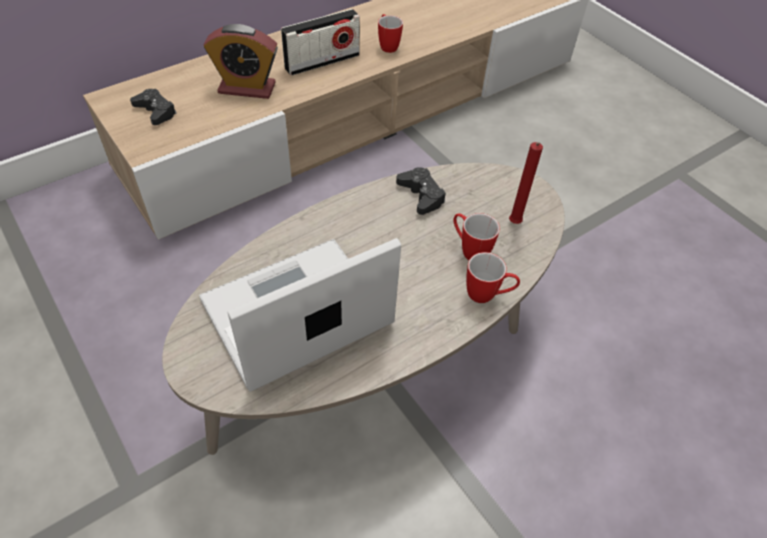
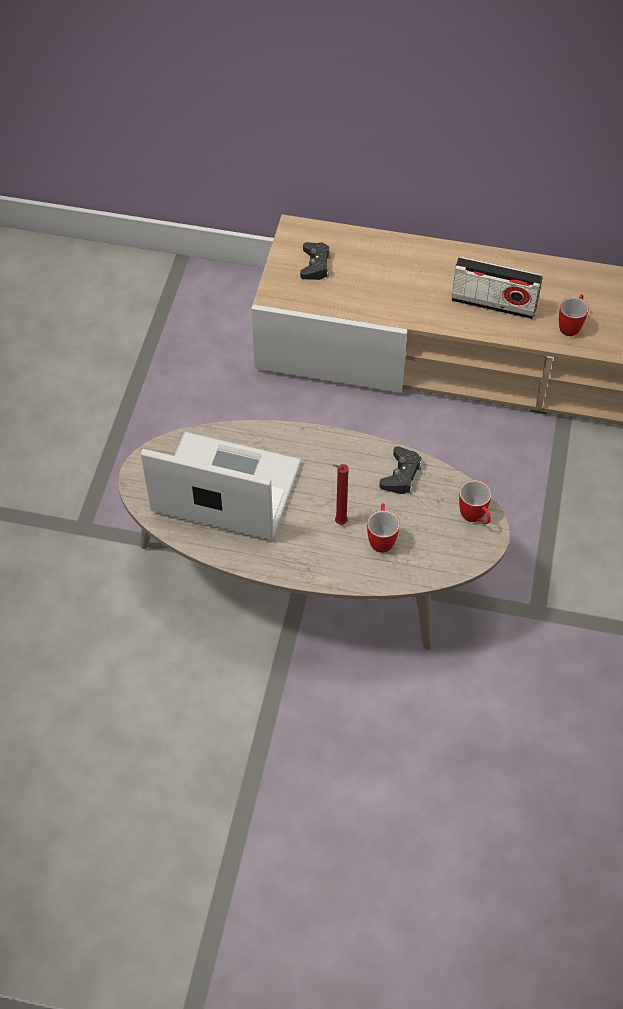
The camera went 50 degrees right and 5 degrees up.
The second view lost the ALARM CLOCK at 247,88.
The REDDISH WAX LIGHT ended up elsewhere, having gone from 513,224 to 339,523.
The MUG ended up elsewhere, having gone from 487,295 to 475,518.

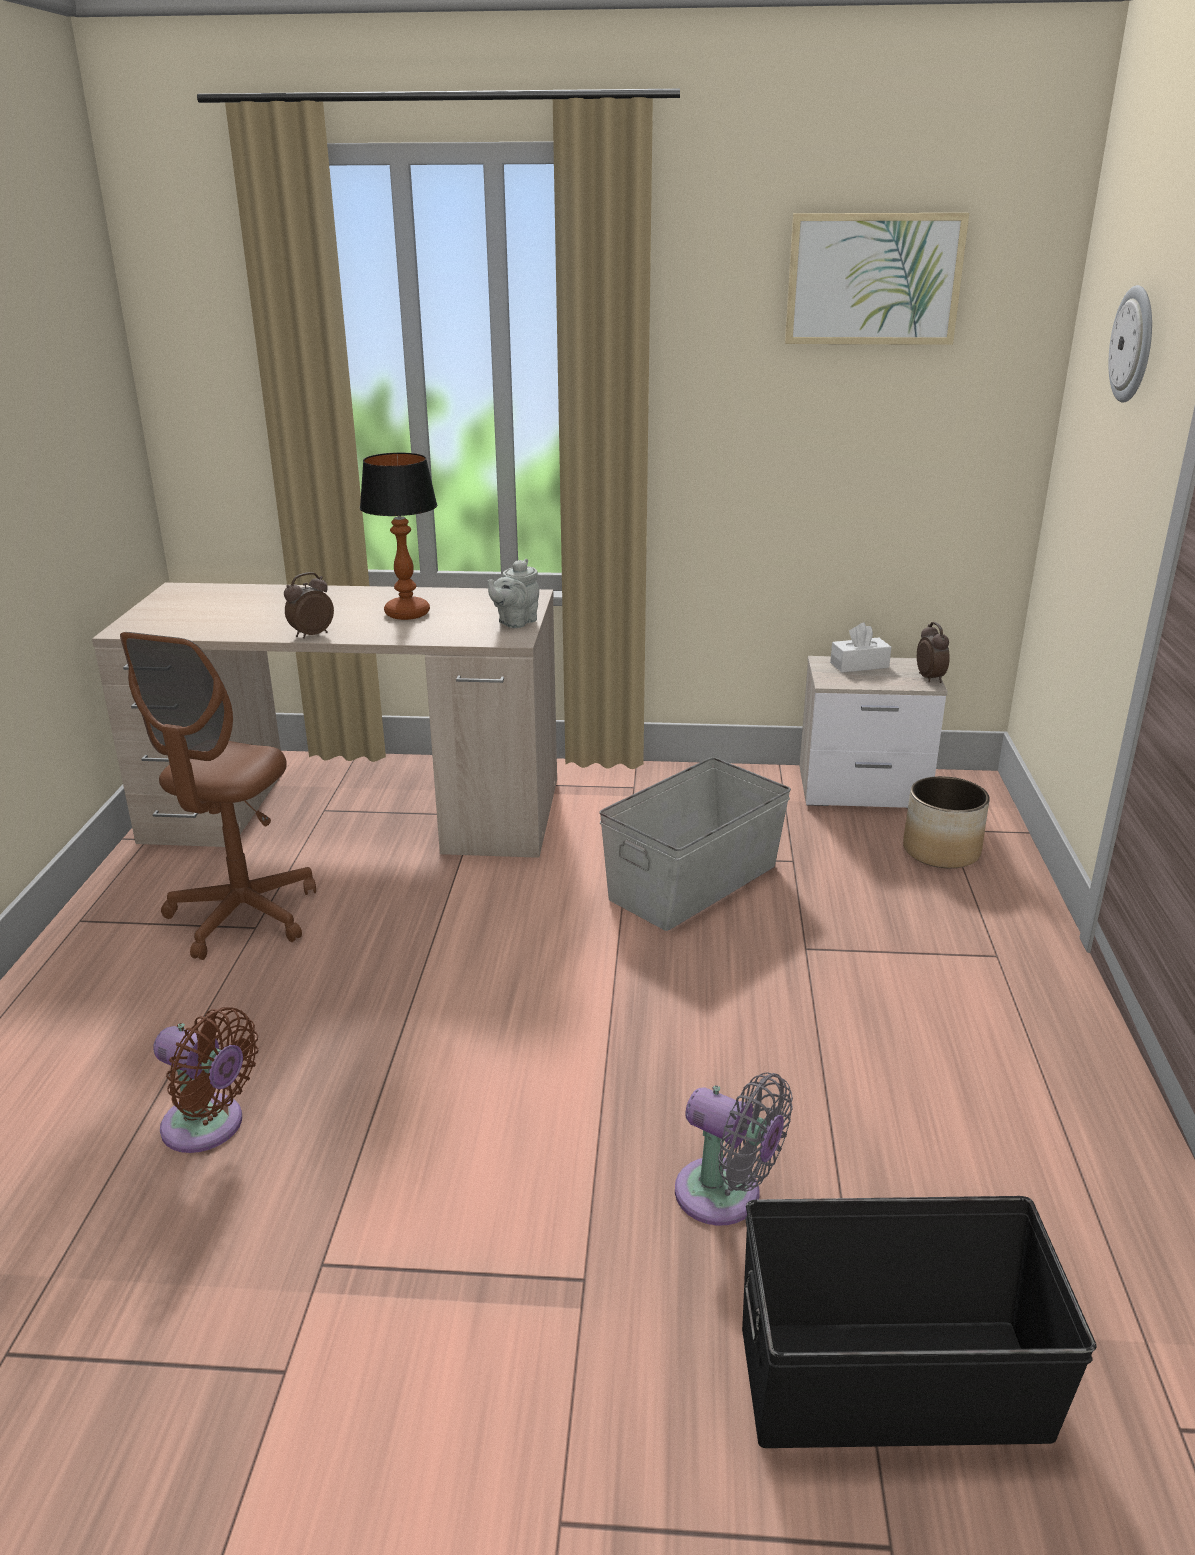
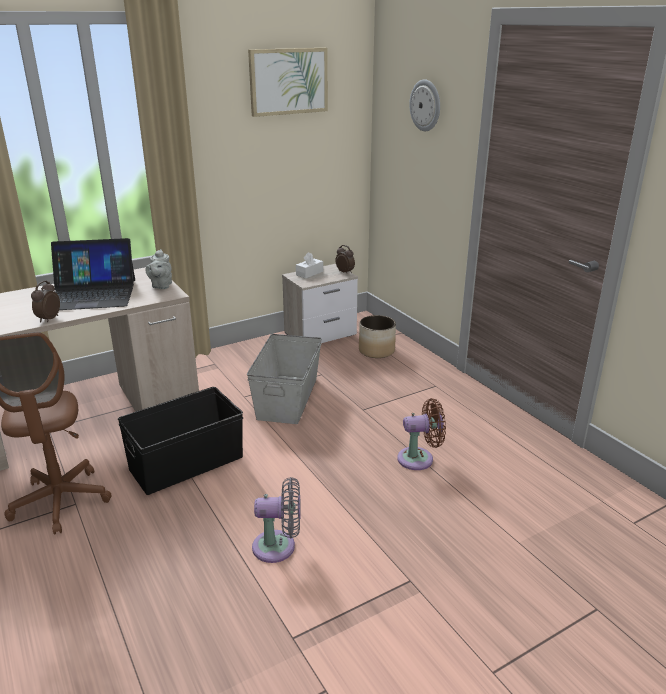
The camera went 35 degrees left and 0 degrees up.
Where the LAMP FOR A TABLE stood at 408,613, the NOTEBOOK COMPUTER came to stand at 92,294.
The BROWNISH FAN ended up elsewhere, having gone from 209,1127 to 419,459.
The GREYISH FAN ended up elsewhere, having gone from 726,1196 to 279,547.
The BLACK STORAGE BIN ended up elsewhere, having gone from 893,1383 to 187,463.

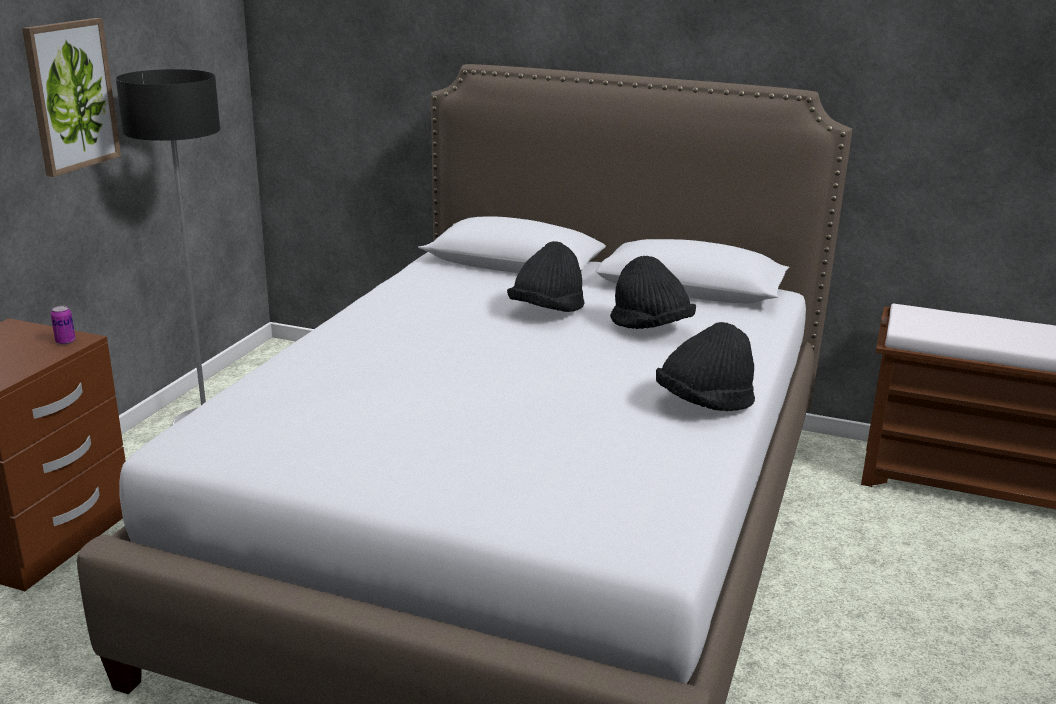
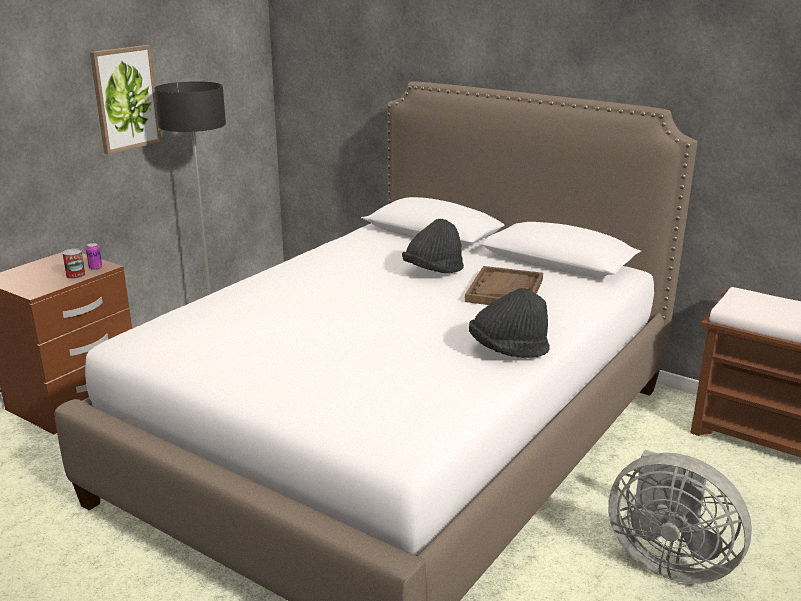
The camera went 15 degrees right and 0 degrees up.
Where the BLACK HAT stood at 650,328, the BROWNISH SERVING TRAY came to stand at 504,290.
The second view gained the CAN at 75,275.
The second view gained the GREYISH FAN at 668,560.

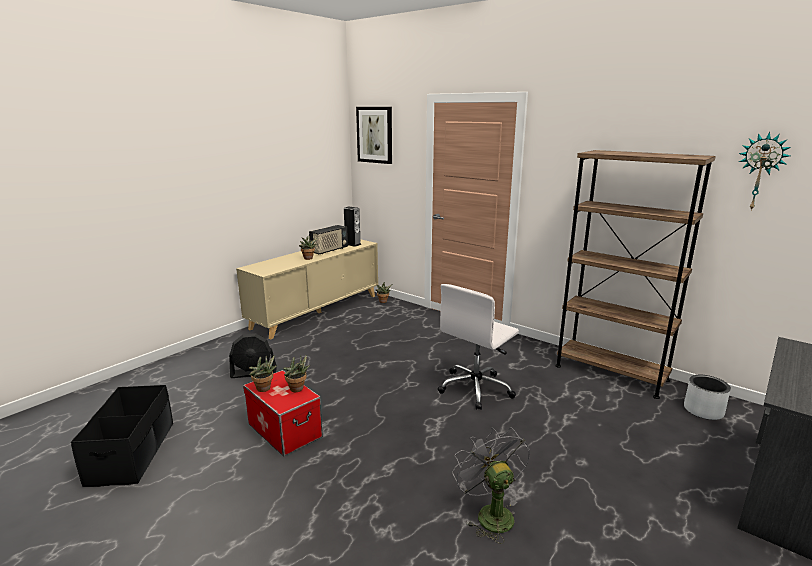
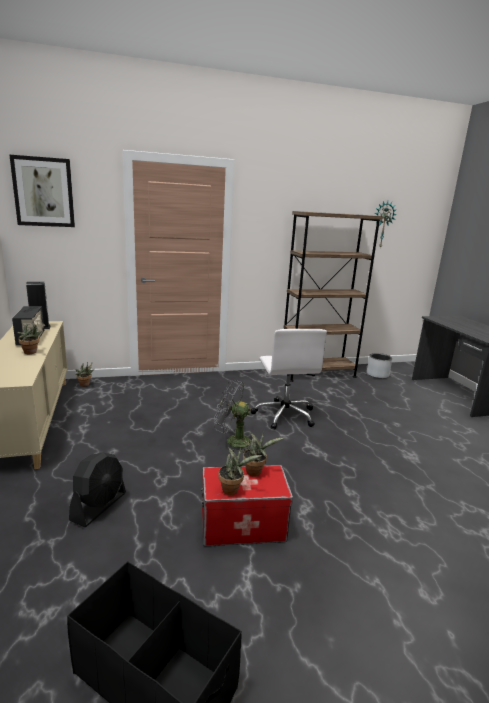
The camera went 55 degrees left and 0 degrees up.
The GREYISH FAN ended up elsewhere, having gone from 489,513 to 233,441.

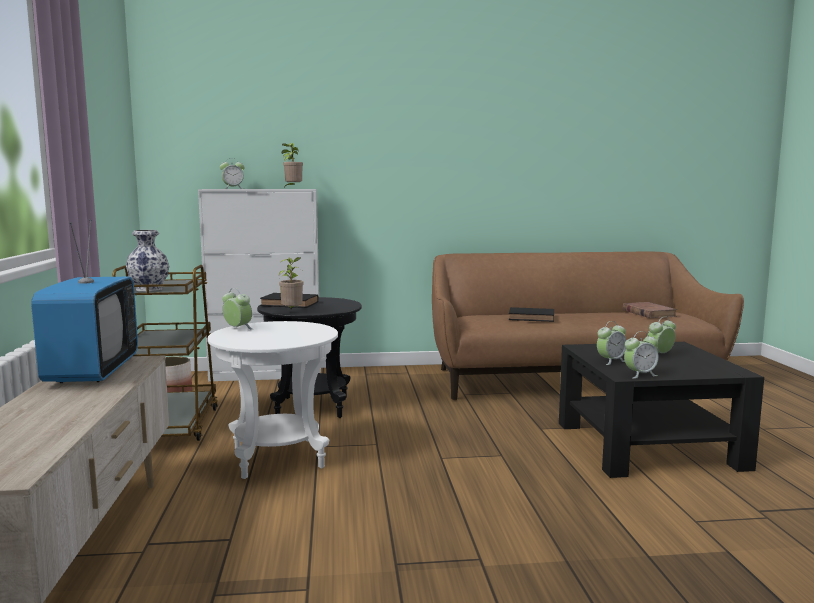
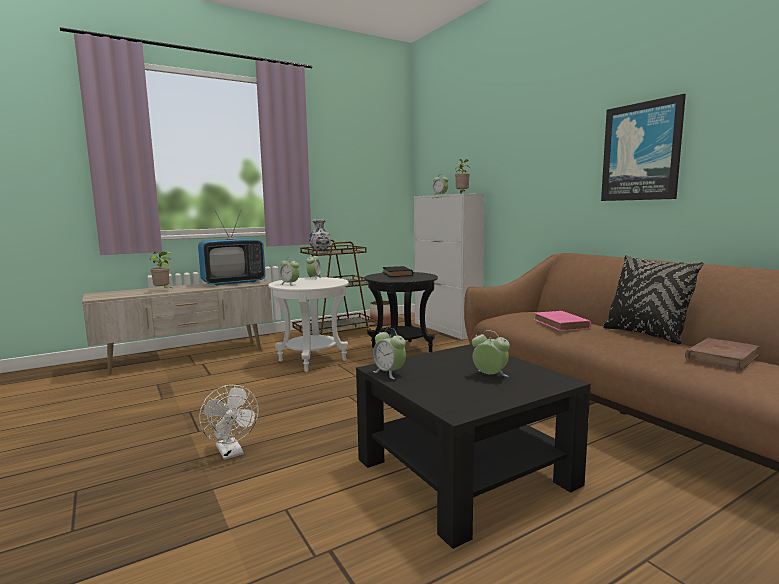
The camera went 65 degrees right and 0 degrees up.
The HOUSEPLANT ended up elsewhere, having gone from 292,312 to 163,290.
What was the BLACK BOOK at 533,318 turned into the PINK-COLOURED BOOK at 562,324.
The ALARM CLOCK ended up elsewhere, having gone from 610,361 to 290,284.
The second view gained the PICTURE at 641,152.
The second view gained the BLACK PILLOW at 645,334.
The second view gained the WHITISH FAN at 231,453.

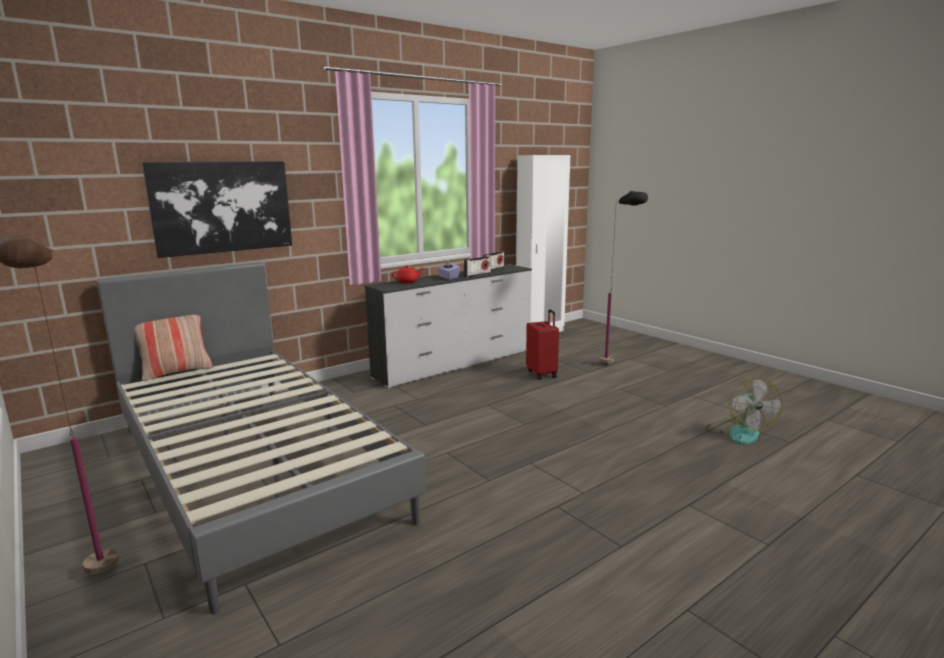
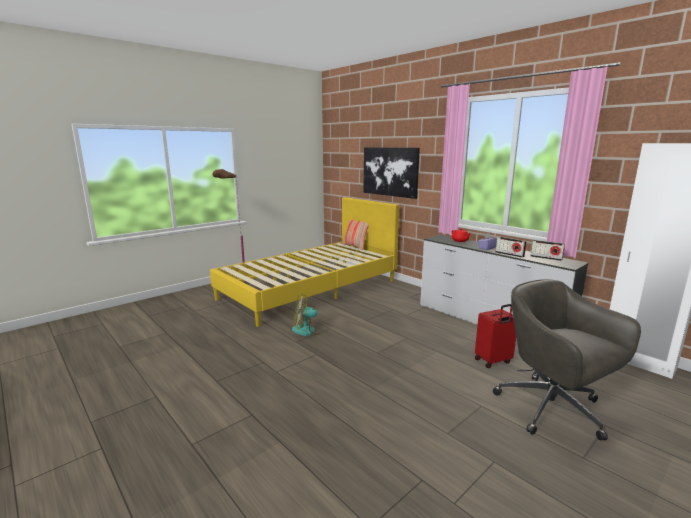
The camera went 85 degrees right and 0 degrees up.
Where the BLACK STANDING LAMP stood at 616,368, the GREYISH OFFICE CHAIR came to stand at 553,410.
What was the GREYISH BEDROOM BED at 252,469 turned into the YELLOW BEDROOM BED at 310,289.
The FAN ended up elsewhere, having gone from 739,432 to 309,330.

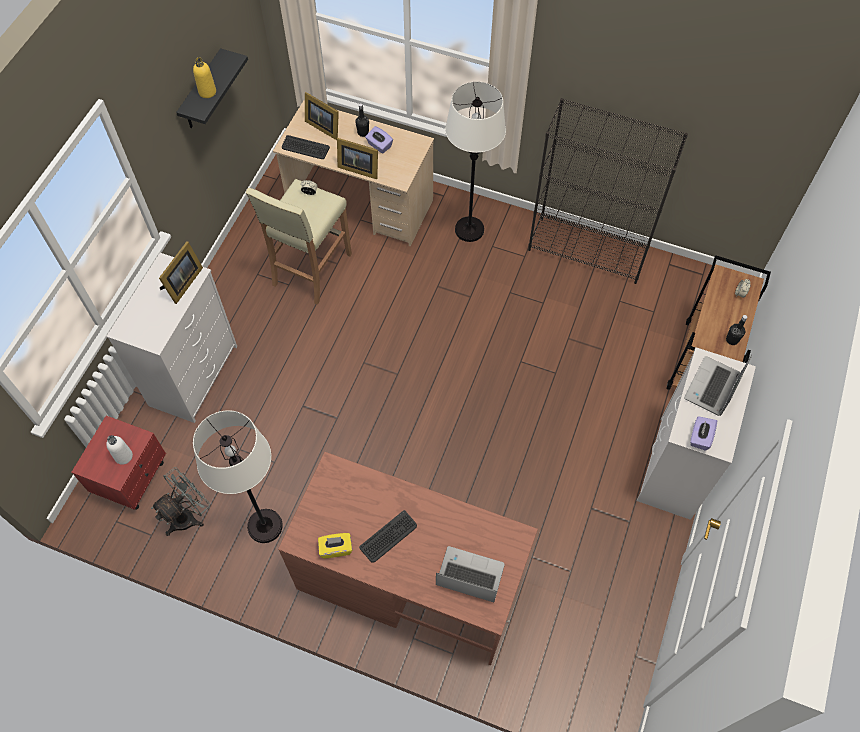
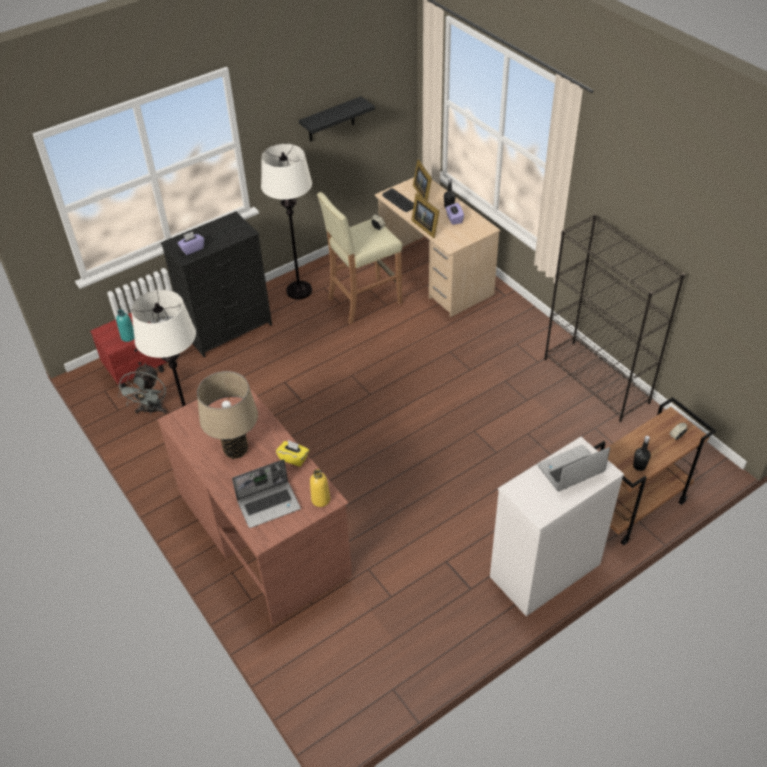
The camera went 35 degrees right and 15 degrees down.
The YELLOW BOTTLE ended up elsewhere, having gone from 207,92 to 320,499.
The WHITISH STANDING LAMP ended up elsewhere, having gone from 469,229 to 299,291.
The second view lost the PICTURE FRAME at 182,284.
What was the WHITISH DRESSER at 194,374 turned into the BLACK DRESSER at 228,328.
The PURPLE TISSUE BOX ended up elsewhere, having gone from 700,437 to 192,249.
What was the WHITISH BOTTLE at 123,456 turned into the TURQUOISE-COLOURED BOTTLE at 128,337.
The GREYISH FAN at 188,515 ended up facing another way, 105 degrees clockwise from before.
Where the KEYBOARD stood at 388,537, the BEIGE LAMP FOR A TABLE came to stand at 236,450.
The YELLOW TISSUE BOX ended up elsewhere, having gone from 336,548 to 293,458.
The NOTEBOOK COMPUTER at 469,575 ended up facing another way, 105 degrees clockwise from before.

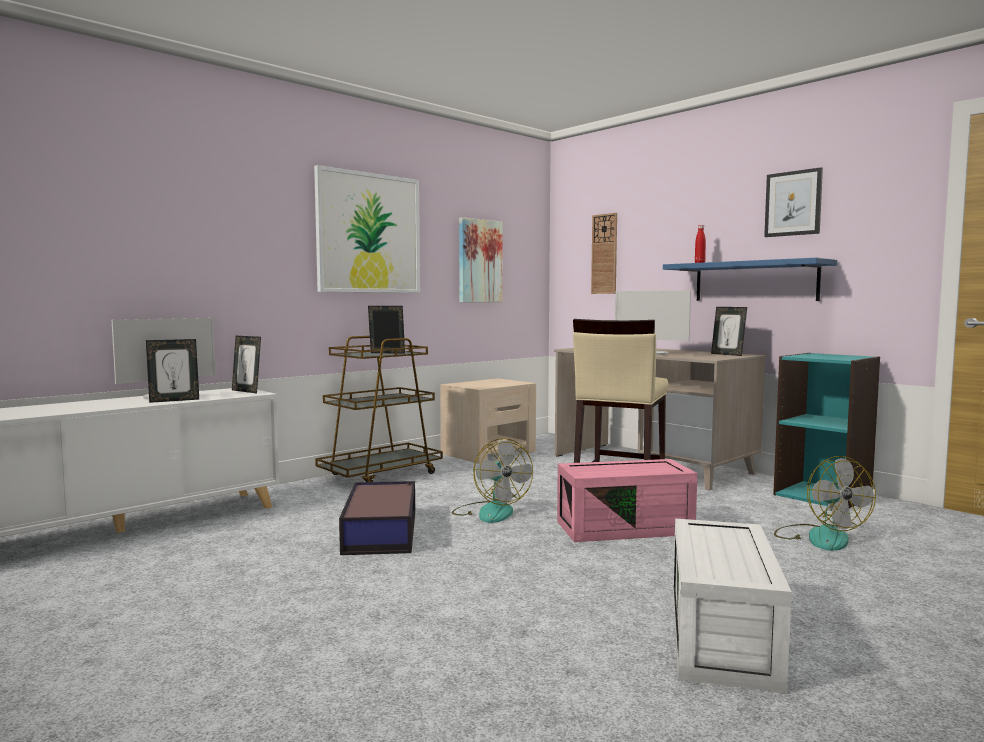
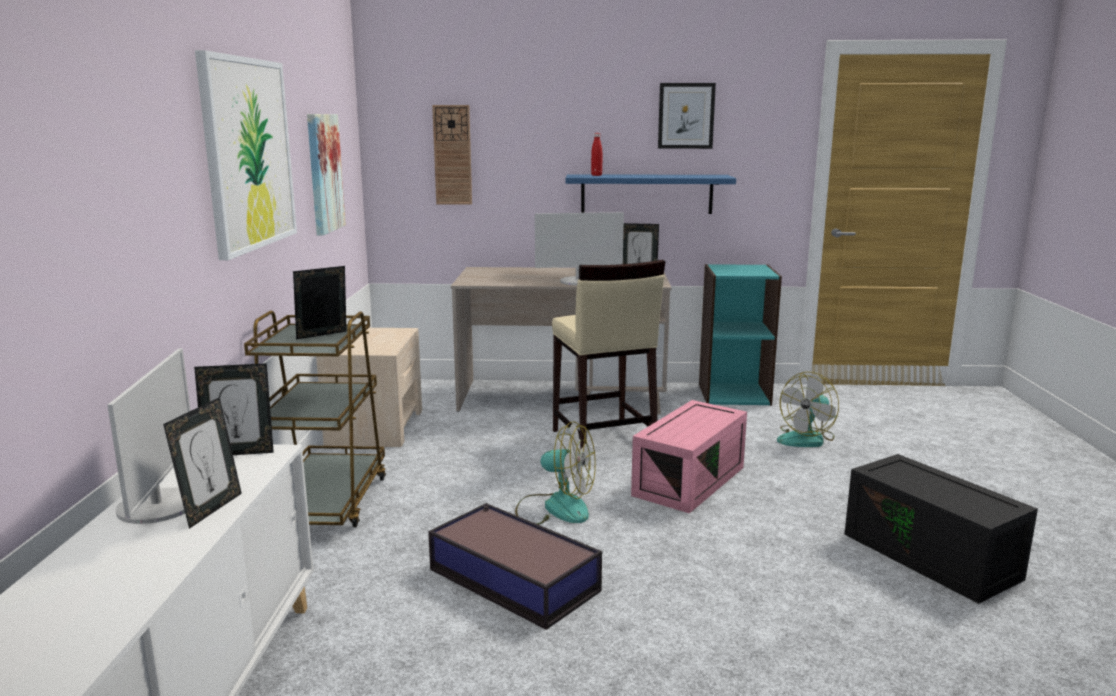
The camera went 45 degrees left and 10 degrees up.
The FAN at 819,537 ended up facing another way, 105 degrees clockwise from before.
What was the WHITISH STORAGE BIN at 725,639 turned into the BLACK STORAGE BIN at 933,556.

